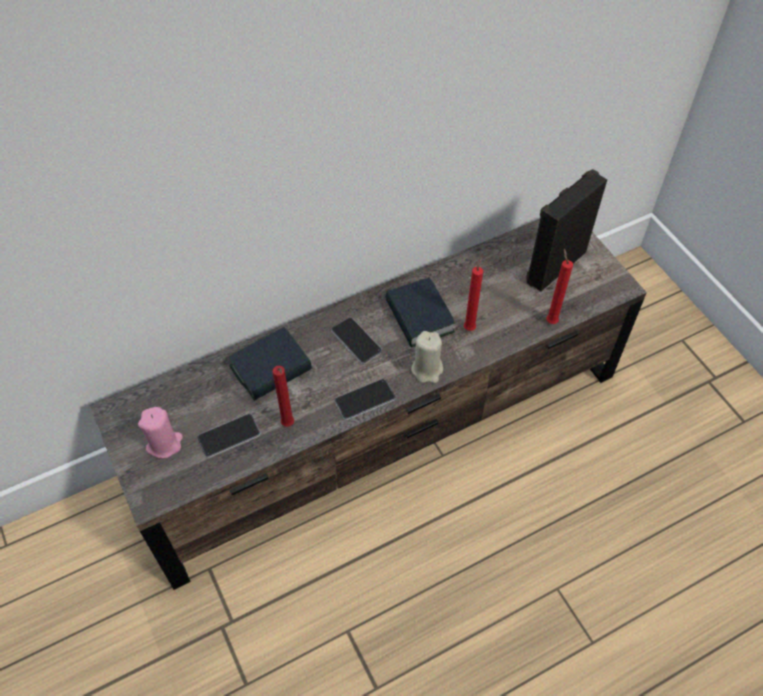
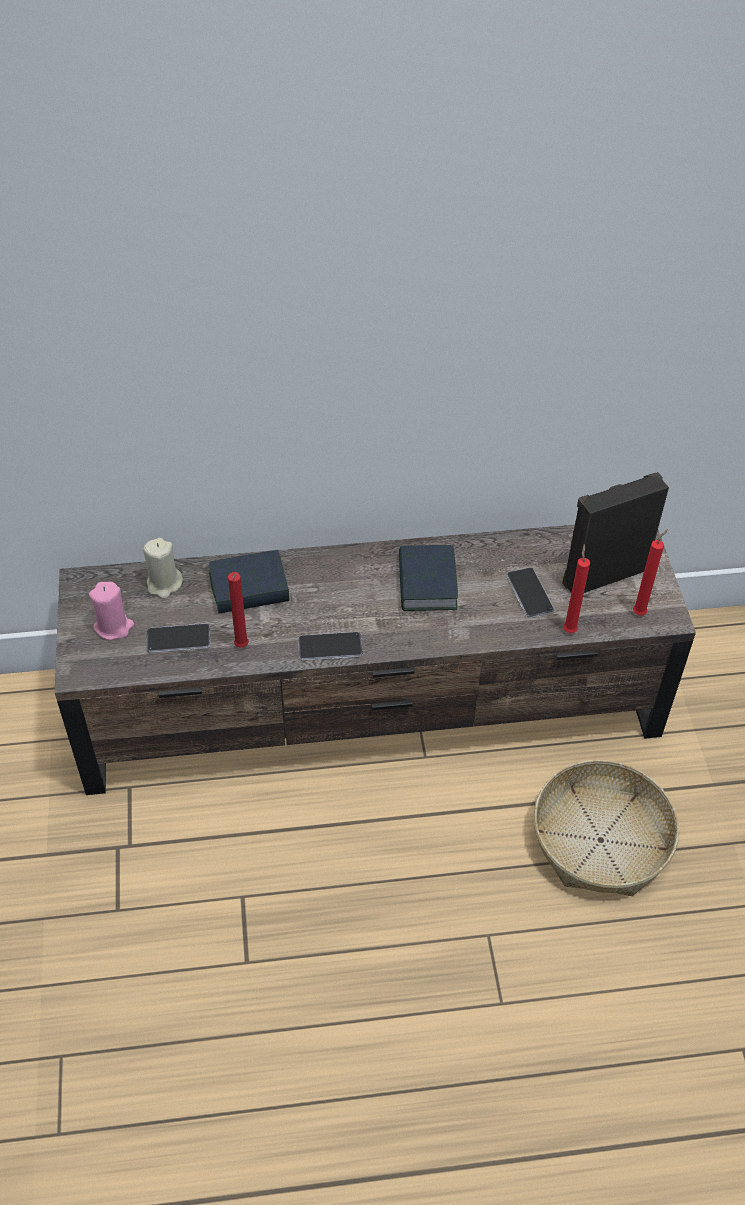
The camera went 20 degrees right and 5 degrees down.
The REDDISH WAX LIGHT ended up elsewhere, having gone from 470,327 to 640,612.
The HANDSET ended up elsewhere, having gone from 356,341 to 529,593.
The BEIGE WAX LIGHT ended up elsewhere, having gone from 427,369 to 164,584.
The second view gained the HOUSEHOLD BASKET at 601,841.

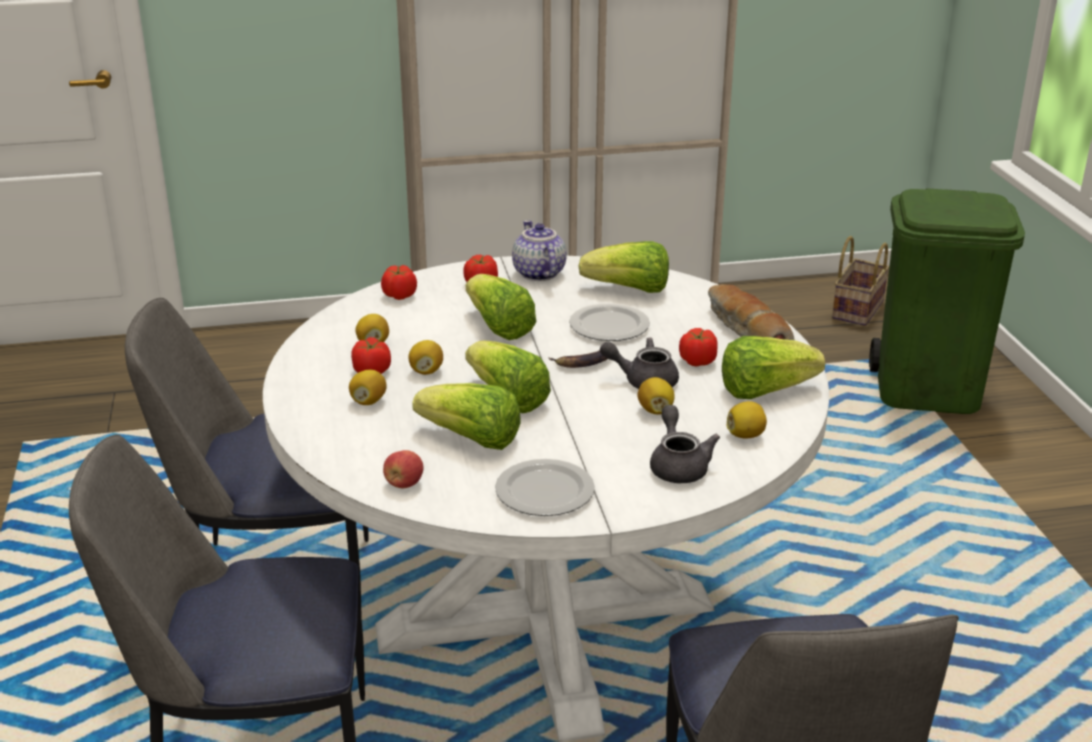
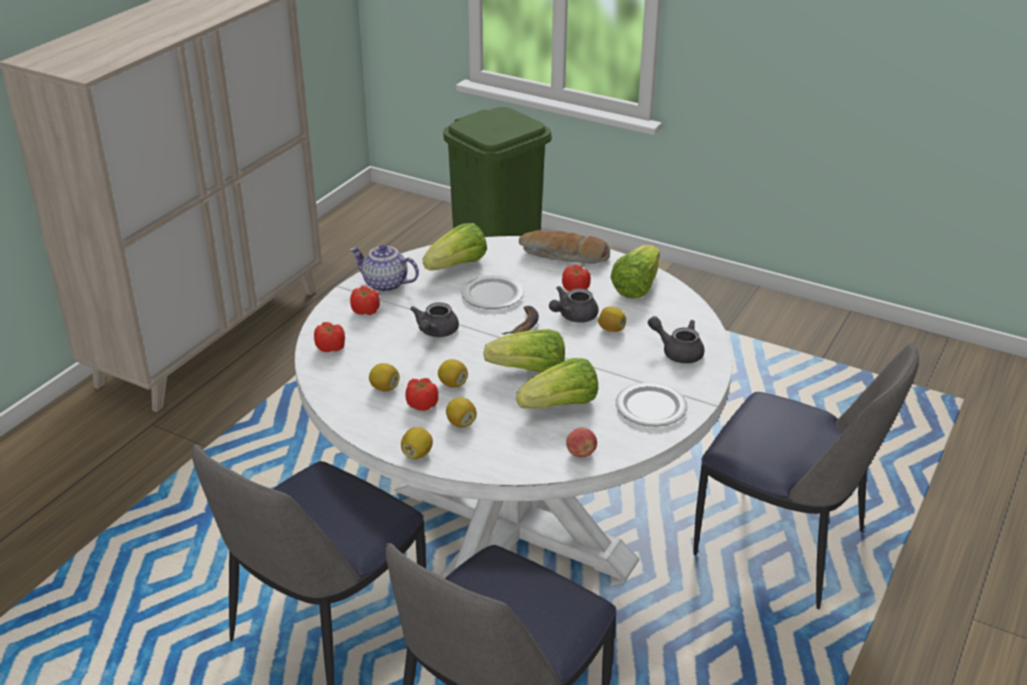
The camera went 50 degrees left and 5 degrees up.
The second view lost the HOUSEHOLD BASKET at 857,308.
Where the LETTUCE stood at 498,327, the GREYISH POT FOR TEA came to stand at 435,332.
The WHOLE LEMON ended up elsewhere, having gone from 746,435 to 417,454.

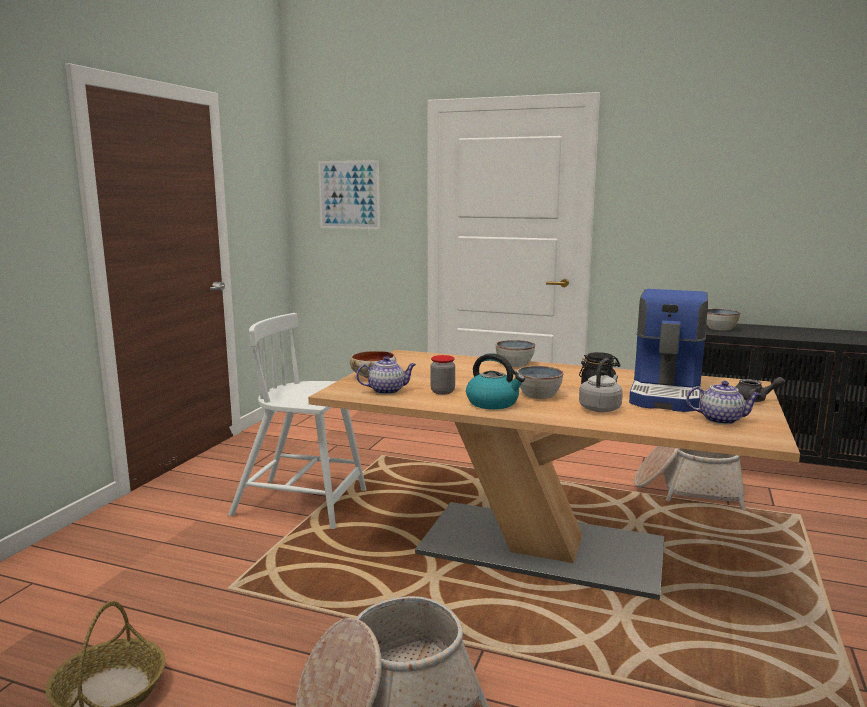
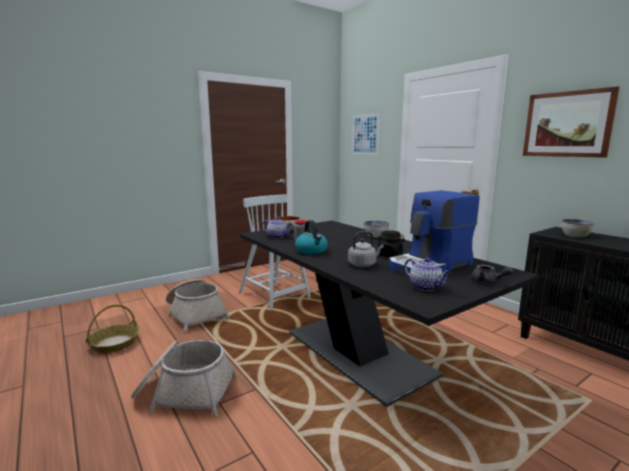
The camera went 35 degrees right and 0 degrees up.
What was the BEIGE DINING TABLE at 541,548 turned into the BLACK DINING TABLE at 358,353.
The second view lost the BOWL at 538,395.
The HOUSEHOLD BASKET ended up elsewhere, having gone from 687,489 to 195,315.
The second view gained the PICTURE at 567,124.

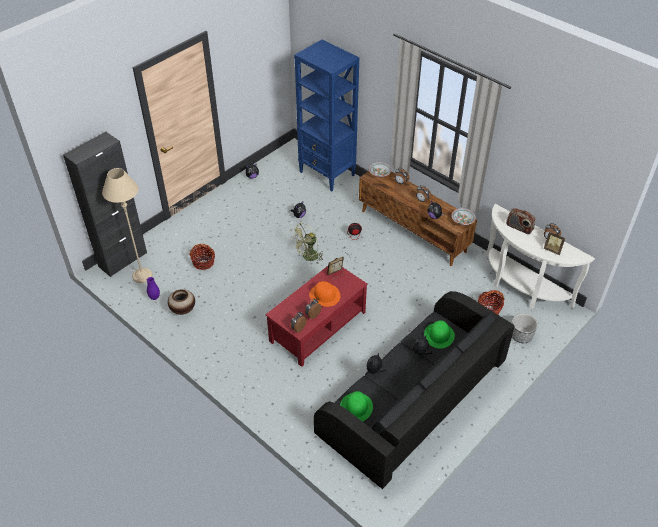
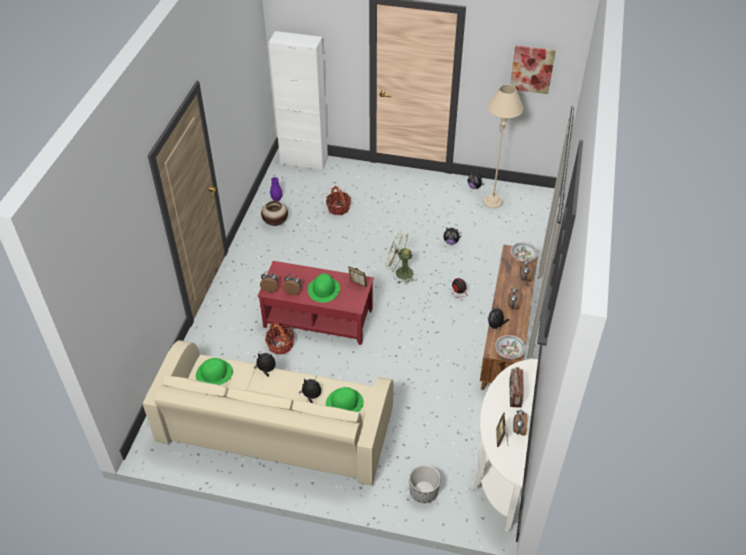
The camera went 60 degrees right and 0 degrees up.
The second view lost the BLUISH BOOKSHELF at 327,174.
What was the BLACK CABINET at 123,260 turned into the WHITISH CABINET at 304,161.
The BEIGE STANDING LAMP ended up elsewhere, having gone from 142,275 to 492,201.
What was the ORANGEY HAT at 324,295 turned into the GREEN-COLOURED HAT at 324,289.
The HOUSEHOLD BASKET ended up elsewhere, having gone from 489,308 to 280,345.
What was the BLACK SOFA at 413,400 turned into the BEIGE SOFA at 275,427.
The second view gained the PICTURE at 532,69.

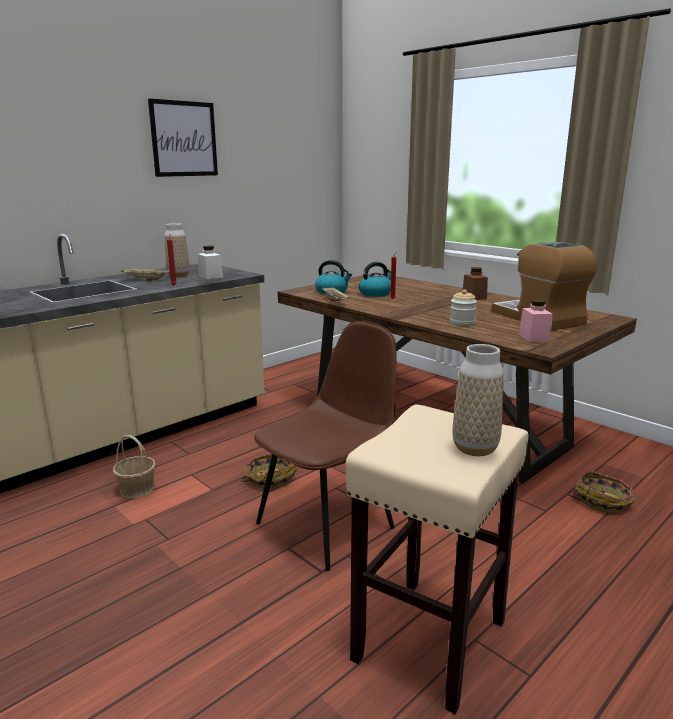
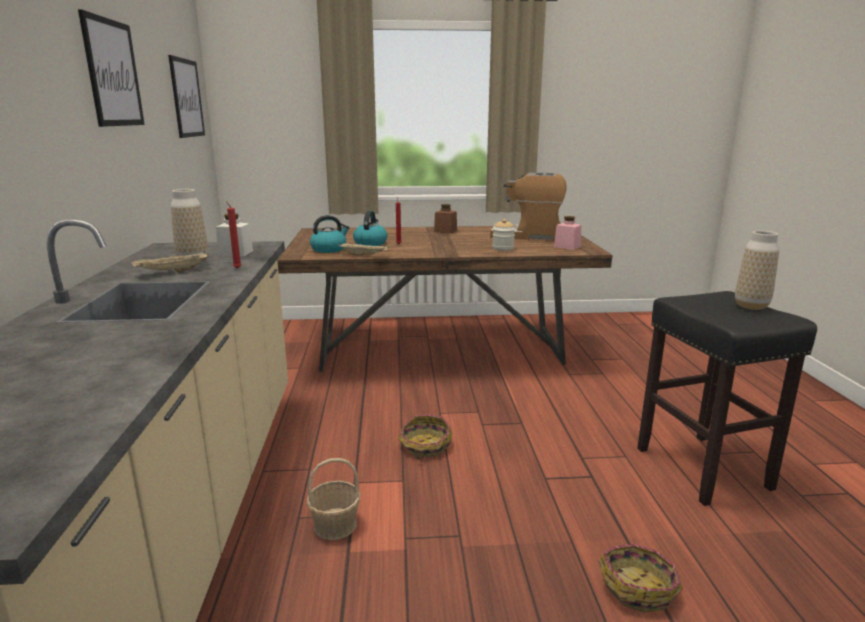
The camera went 50 degrees left and 0 degrees up.
The second view lost the BROWNISH CHAIR at 328,524.
What was the BEIGE SITTING STOOL at 429,641 turned into the BLACK SITTING STOOL at 704,469.
The HOUSEHOLD BASKET ended up elsewhere, having gone from 604,501 to 638,587.
The second view gained the PICTURE at 187,98.

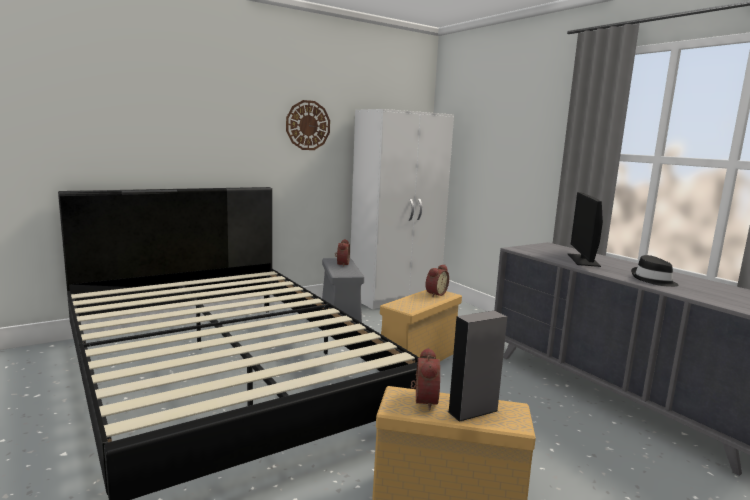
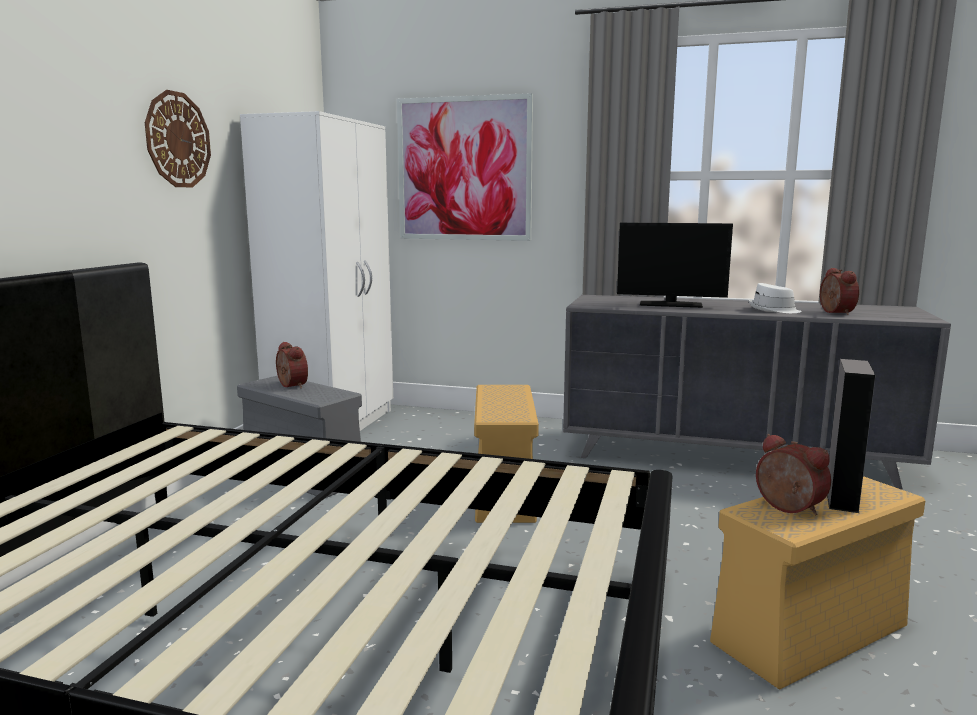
The camera went 40 degrees left and 0 degrees up.
The MONITOR at 583,260 ended up facing another way, 45 degrees counterclockwise from before.
What was the BLACK HAT at 653,280 turned into the WHITISH HAT at 773,310.
The ALARM CLOCK ended up elsewhere, having gone from 435,293 to 834,312.
The second view gained the PICTURE at 464,169.

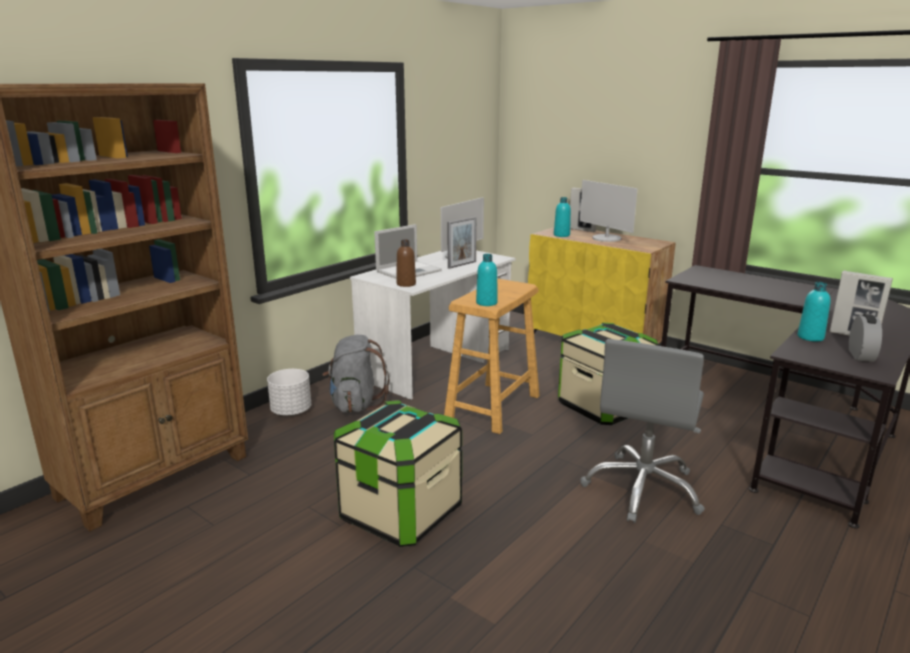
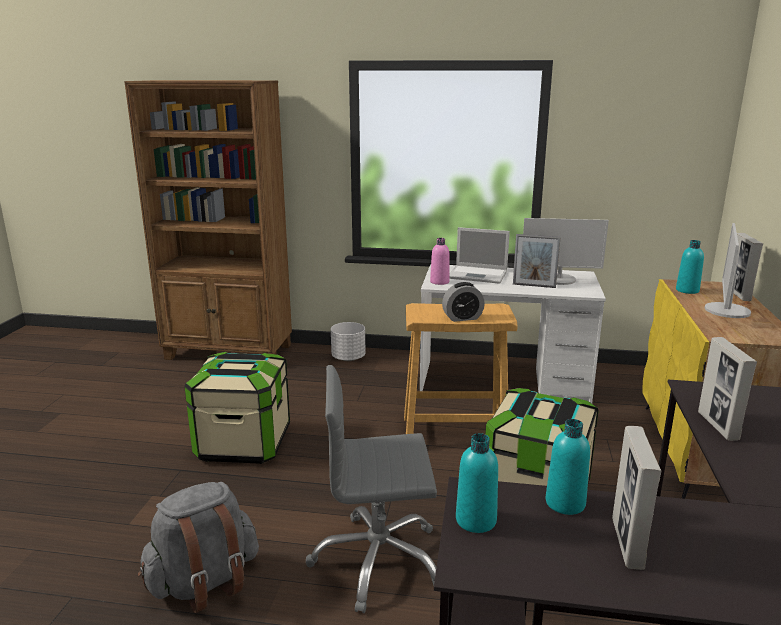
The camera went 60 degrees right and 0 degrees up.
What was the BROWNISH BOTTLE at 406,284 turned into the PINK-COLOURED BOTTLE at 439,282.
The TURQUOISE-COLOURED BOTTLE ended up elsewhere, having gone from 486,303 to 476,520.
The ALARM CLOCK ended up elsewhere, having gone from 861,355 to 462,318.
The GREYISH KNAPSACK ended up elsewhere, having gone from 355,404 to 204,582.
The second view gained the PICTURE FRAME at 718,426.

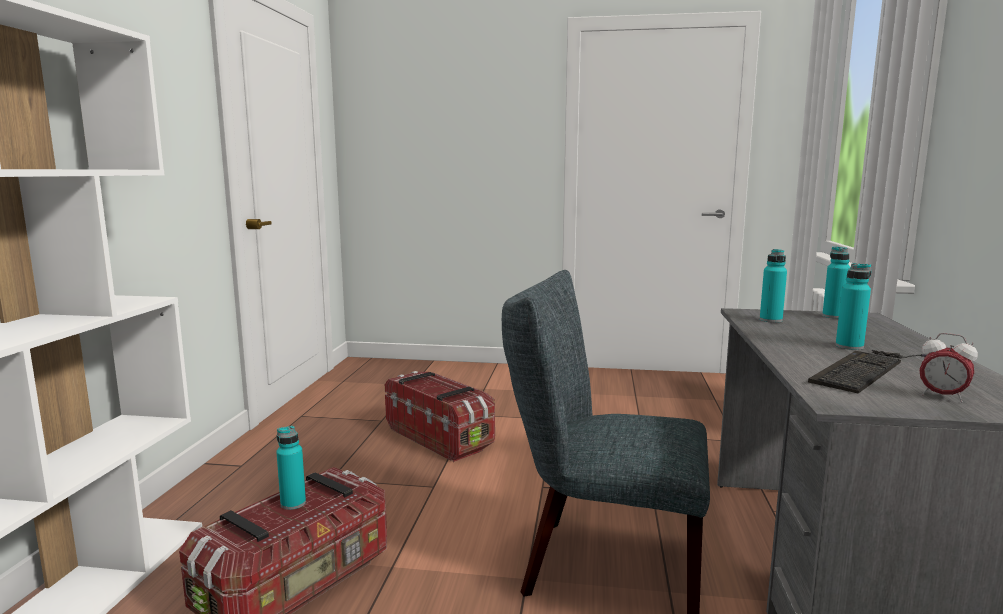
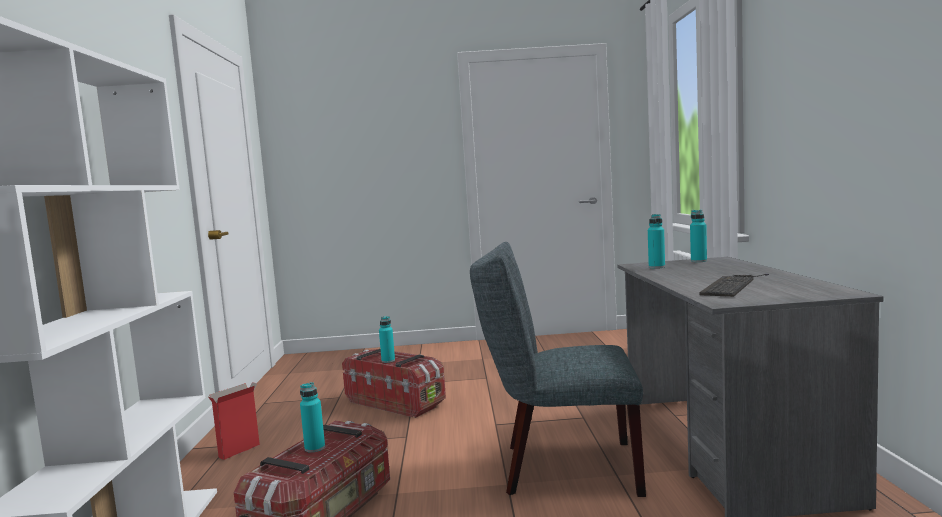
The camera went 10 degrees left and 5 degrees down.
The TURQUOISE-COLOURED BOTTLE ended up elsewhere, having gone from 849,346 to 388,361.
The second view lost the ALARM CLOCK at 942,396.
The second view gained the CARTON at 240,450.

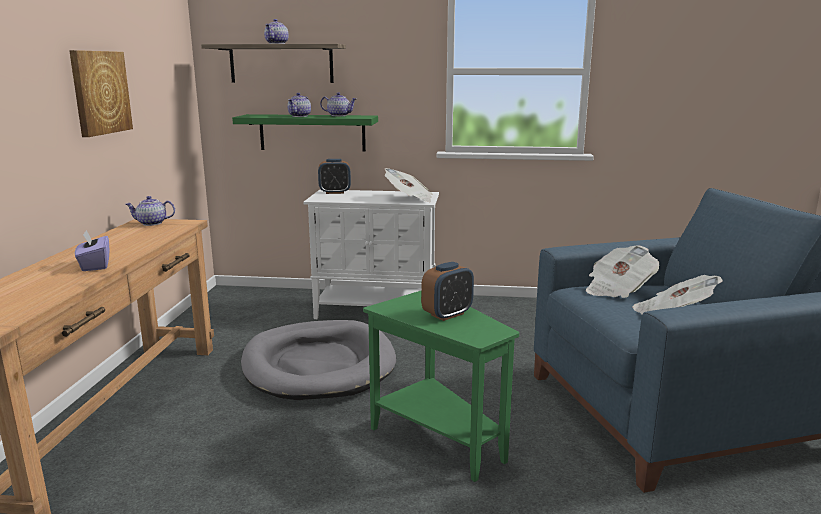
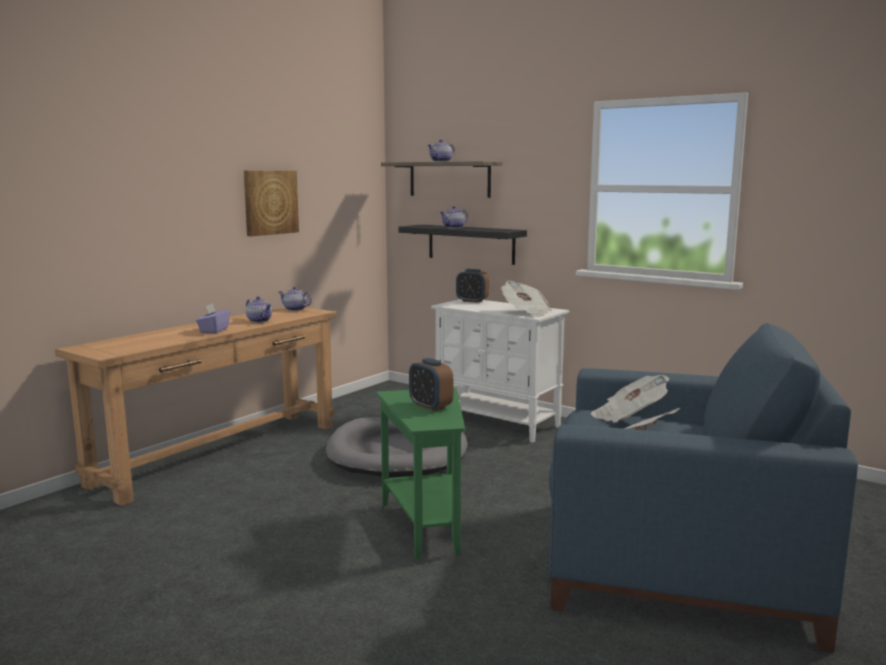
The camera went 30 degrees right and 5 degrees down.
The POT FOR TEA ended up elsewhere, having gone from 339,115 to 260,321.
What was the GREEN-COLOURED WALL SHELF at 312,132 turned into the BLACK WALL SHELF at 471,244.
The ALARM CLOCK at 447,314 ended up facing another way, 60 degrees clockwise from before.

